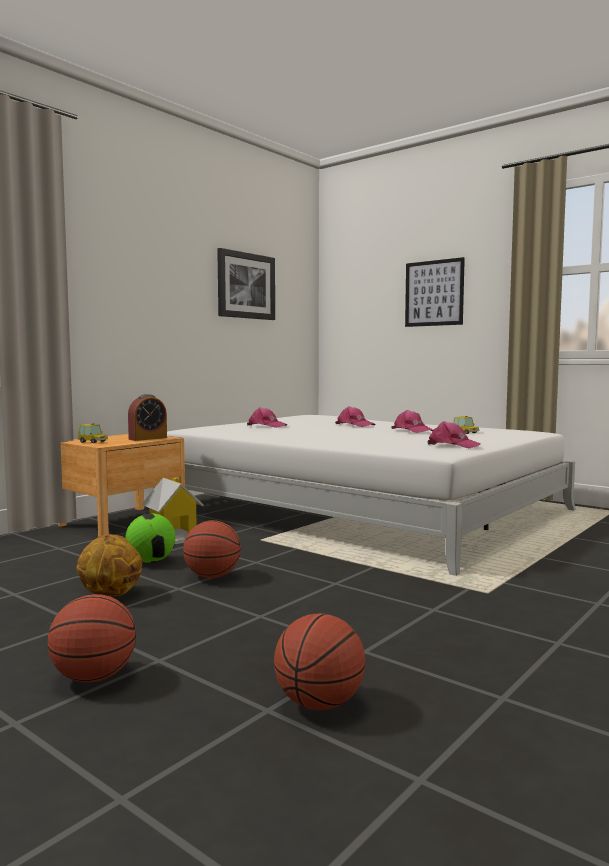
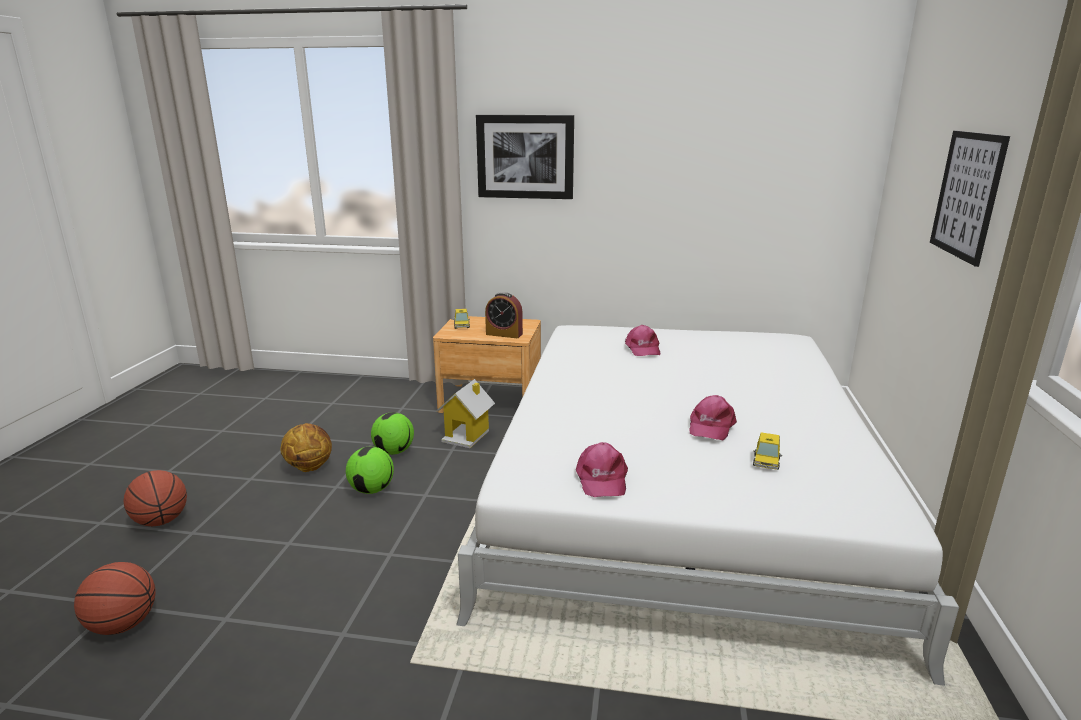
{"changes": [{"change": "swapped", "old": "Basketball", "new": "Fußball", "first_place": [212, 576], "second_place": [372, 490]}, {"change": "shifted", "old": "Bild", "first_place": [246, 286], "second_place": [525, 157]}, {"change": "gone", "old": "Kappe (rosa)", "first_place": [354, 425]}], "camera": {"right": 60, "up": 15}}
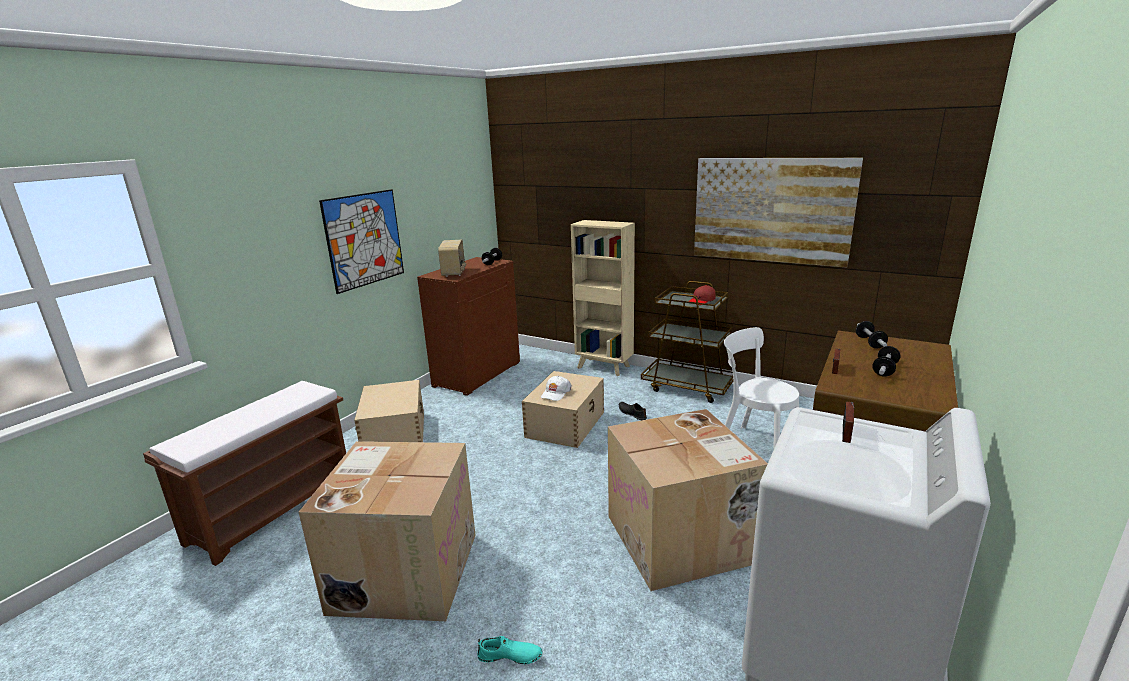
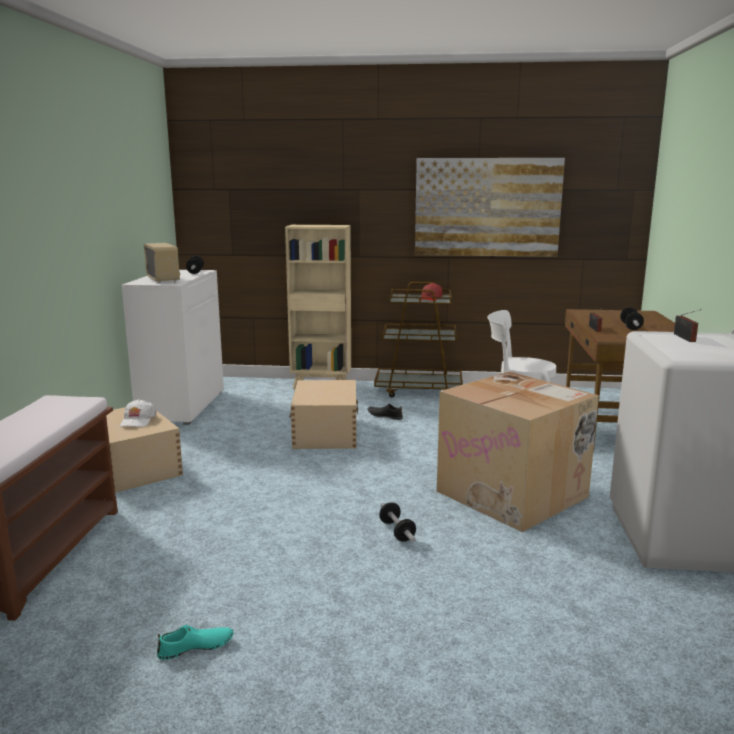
{"changes": [{"change": "gone", "old": "Karton", "first_place": [404, 570]}, {"change": "gone", "old": "Bild", "first_place": [364, 239]}, {"change": "repainted", "old": "Schrank (braun)", "new": "Schrank (weiß)", "first_place": [477, 374], "second_place": [181, 405]}, {"change": "shifted", "old": "Schuh (türkis)", "first_place": [510, 656], "second_place": [196, 647]}, {"change": "shifted", "old": "Kappe (weiß)", "first_place": [555, 393], "second_place": [138, 420]}, {"change": "shifted", "old": "Hantel", "first_place": [870, 342], "second_place": [397, 531]}], "camera": {"right": -25, "up": -5}}
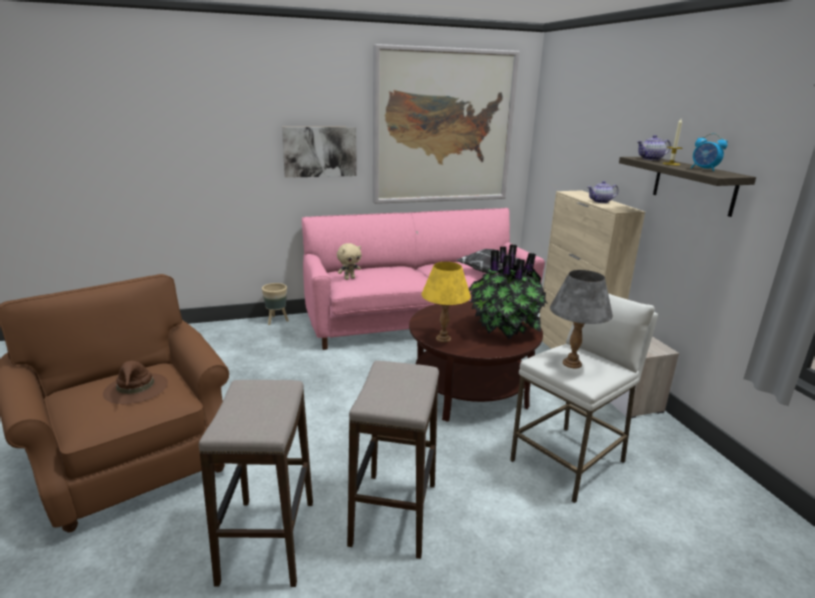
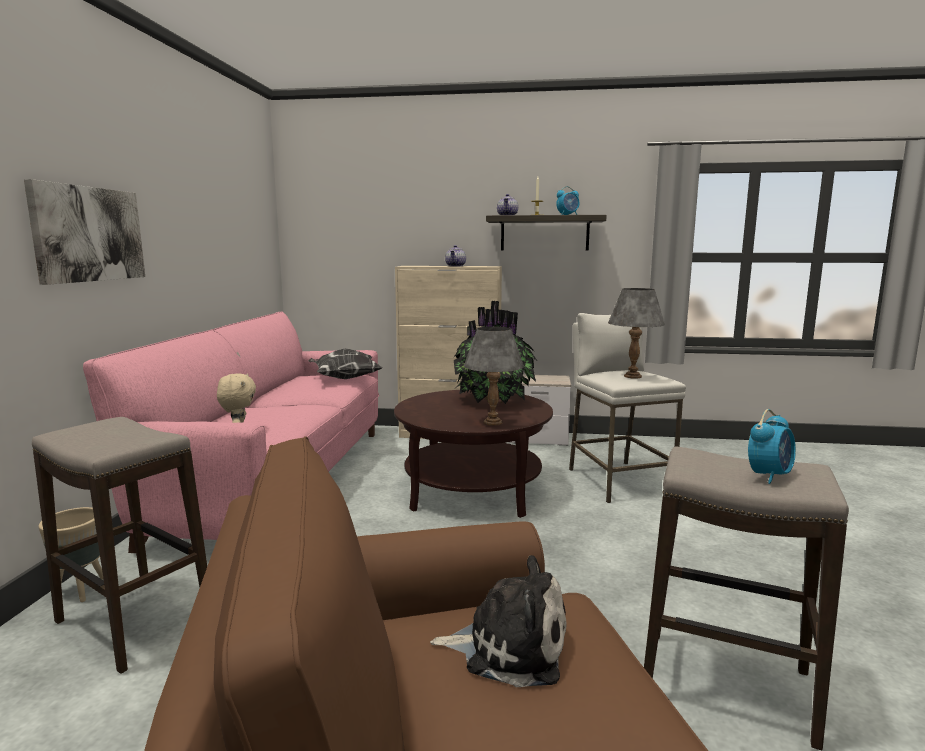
{"changes": [{"change": "swapped", "old": "Hut (braun)", "new": "Plüschtier", "first_place": [136, 388], "second_place": [509, 646]}, {"change": "shifted", "old": "Hocker", "first_place": [394, 513], "second_place": [135, 622]}, {"change": "gone", "old": "Bild", "first_place": [443, 127]}, {"change": "repainted", "old": "Tischlampe (gelb)", "new": "Tischlampe (grau)", "first_place": [443, 339], "second_place": [493, 422]}, {"change": "new", "new": "Wecker", "second_place": [769, 475]}], "camera": {"right": -65, "up": -10}}
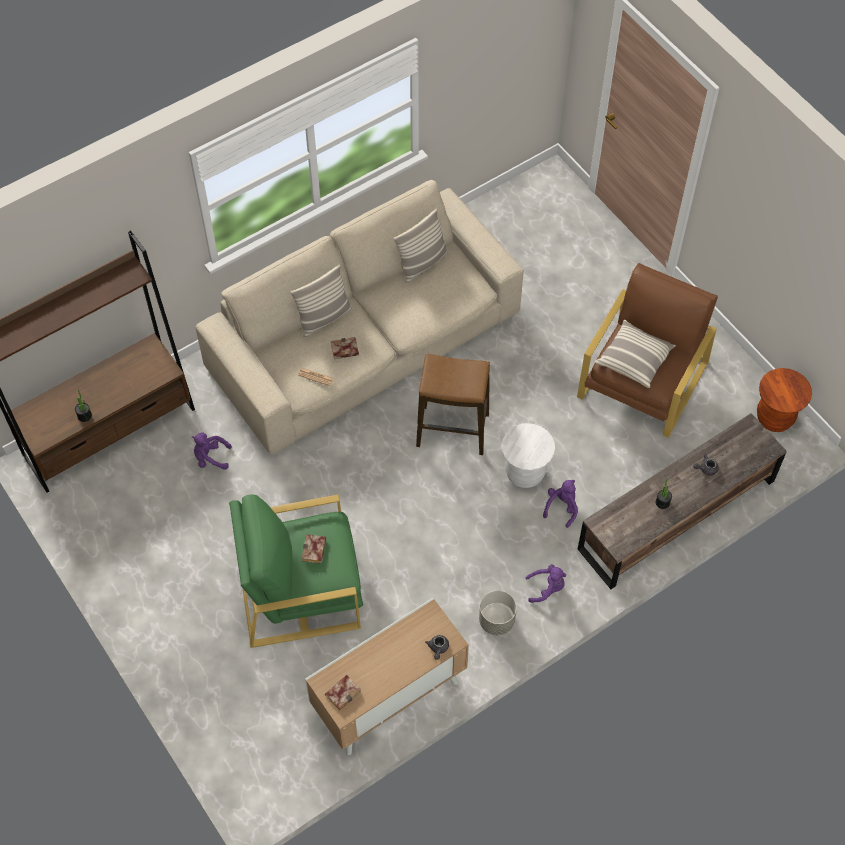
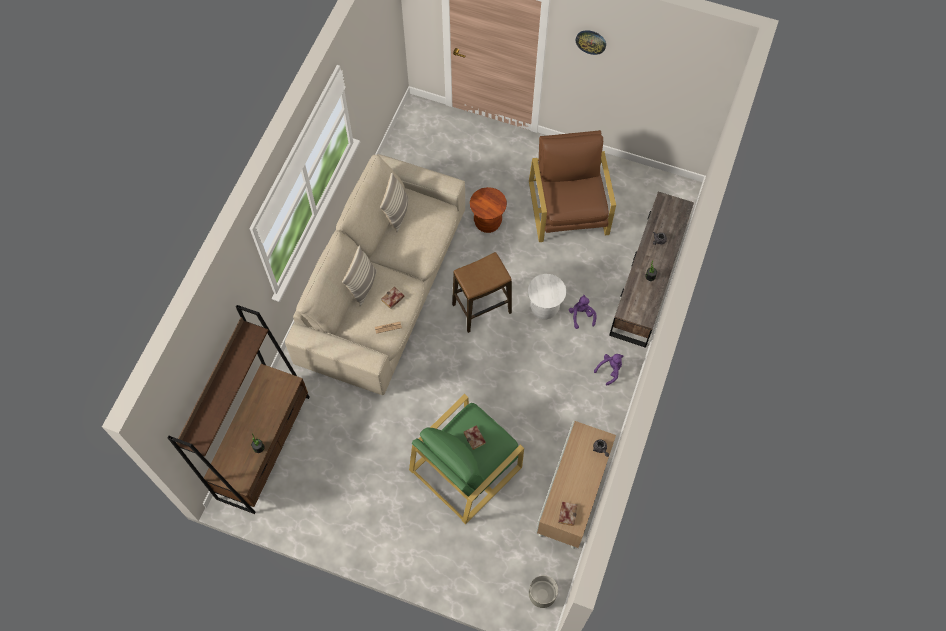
{"changes": [{"change": "gone", "old": "Plüschtier (lila)", "first_place": [211, 457]}, {"change": "shifted", "old": "Pflanzkübel (grau)", "first_place": [497, 620], "second_place": [542, 594]}, {"change": "gone", "old": "Kissen", "first_place": [634, 360]}, {"change": "shifted", "old": "Hocker (braun)", "first_place": [774, 418], "second_place": [487, 222]}, {"change": "new", "new": "Wanduhr", "second_place": [591, 41]}], "camera": {"right": -35, "up": 5}}
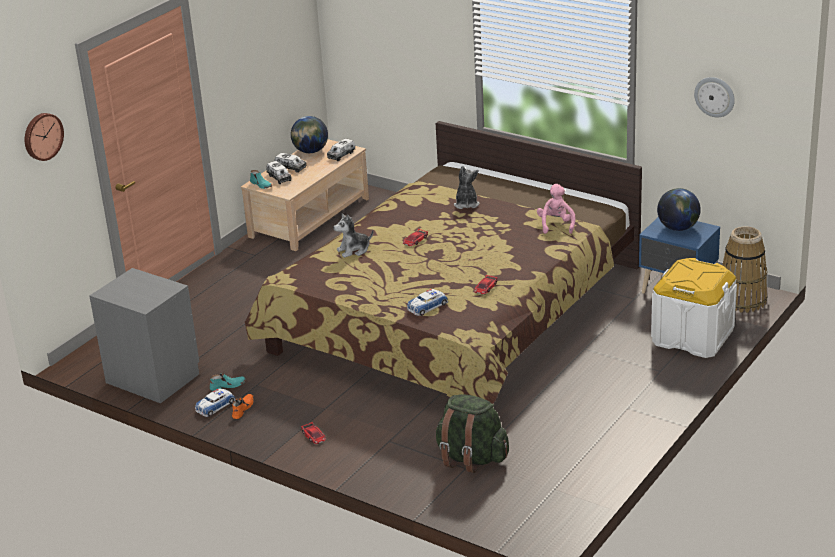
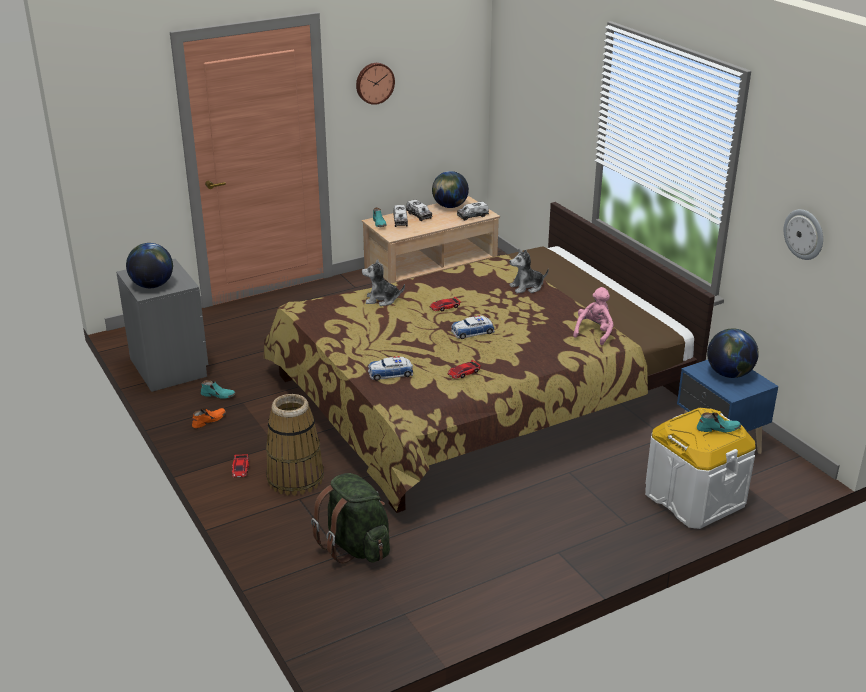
{"changes": [{"change": "shifted", "old": "Wanduhr", "first_place": [42, 136], "second_place": [374, 83]}, {"change": "shifted", "old": "Spielzeugauto", "first_place": [215, 406], "second_place": [472, 332]}, {"change": "rotated", "old": "Plüschtier", "first_place": [466, 204], "second_place": [527, 287], "degrees": -135}, {"change": "shifted", "old": "Korb", "first_place": [742, 300], "second_place": [295, 478]}, {"change": "new", "new": "Globus", "second_place": [152, 285]}, {"change": "new", "new": "Schuh (türkis)", "second_place": [718, 428]}], "camera": {"right": 25, "up": 0}}
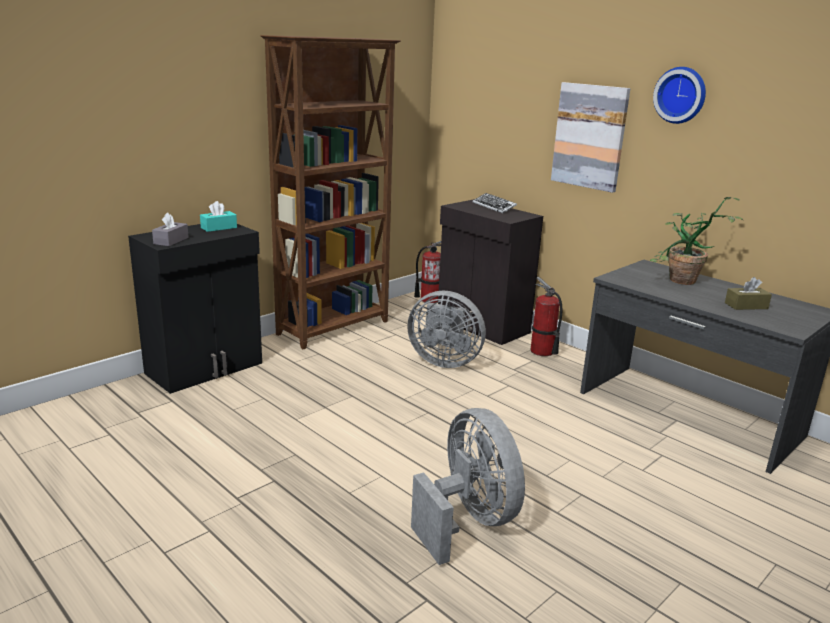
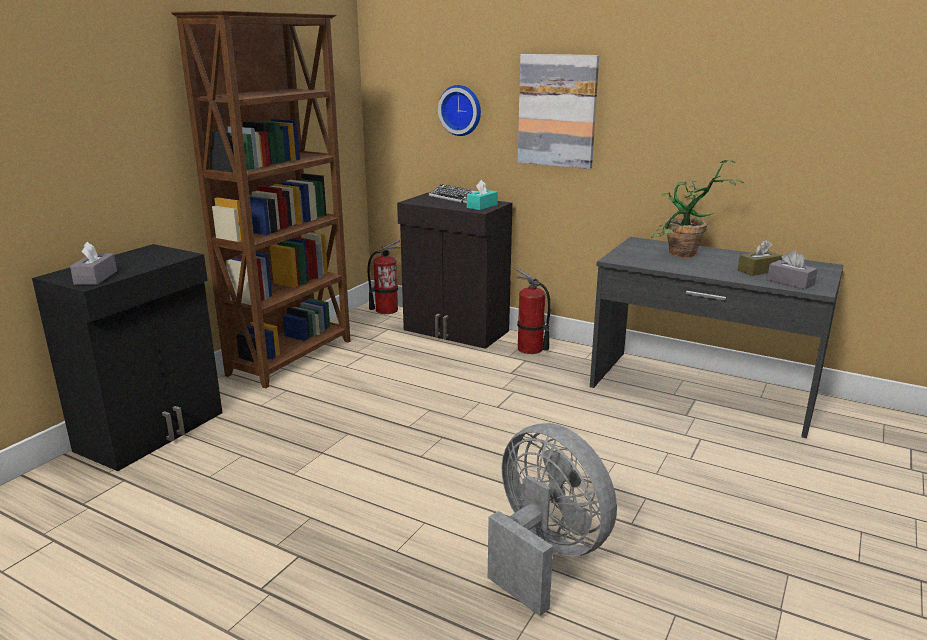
{"changes": [{"change": "shifted", "old": "Taschentuchbox (türkis)", "first_place": [219, 228], "second_place": [482, 206]}, {"change": "gone", "old": "Ventilator (grau)", "first_place": [444, 361]}, {"change": "shifted", "old": "Wanduhr", "first_place": [681, 95], "second_place": [461, 110]}, {"change": "new", "new": "Taschentuchbox (grau)", "second_place": [790, 282]}], "camera": {"right": -15, "up": 0}}
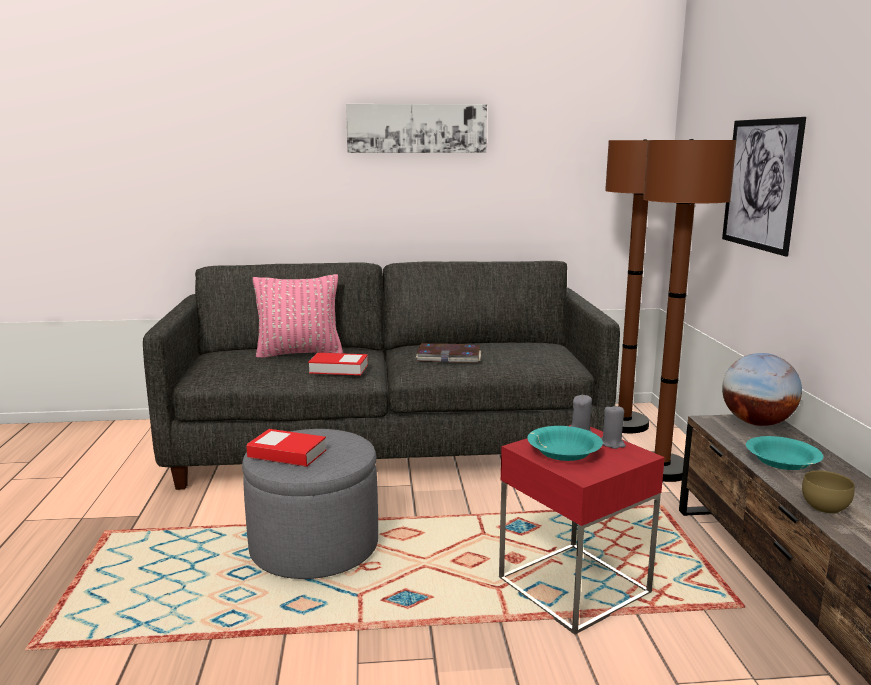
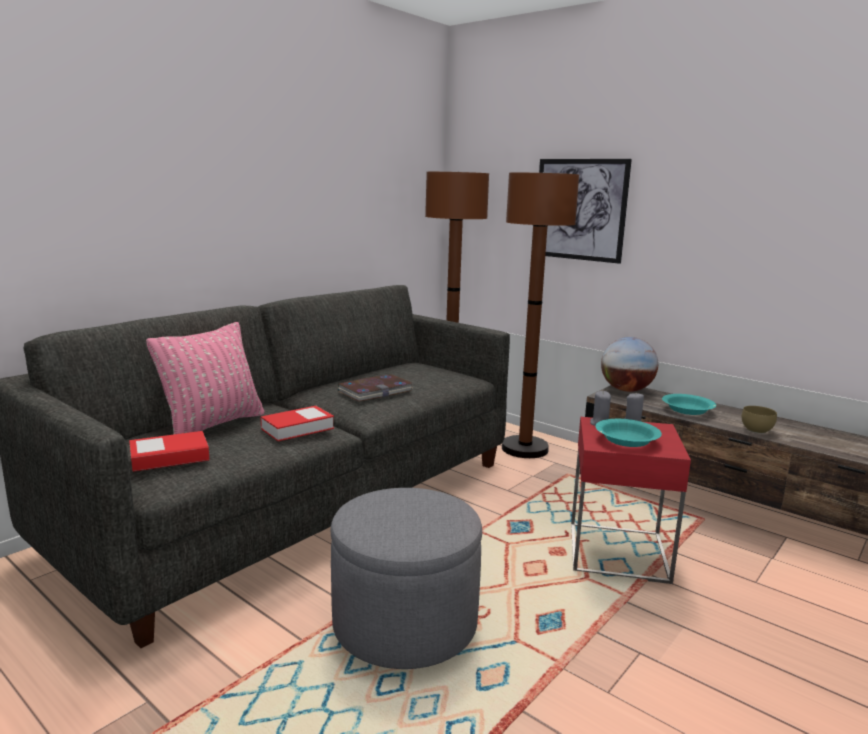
{"changes": [{"change": "shifted", "old": "Buch", "first_place": [287, 454], "second_place": [169, 457]}, {"change": "gone", "old": "Bild", "first_place": [416, 128]}], "camera": {"right": -45, "up": 0}}
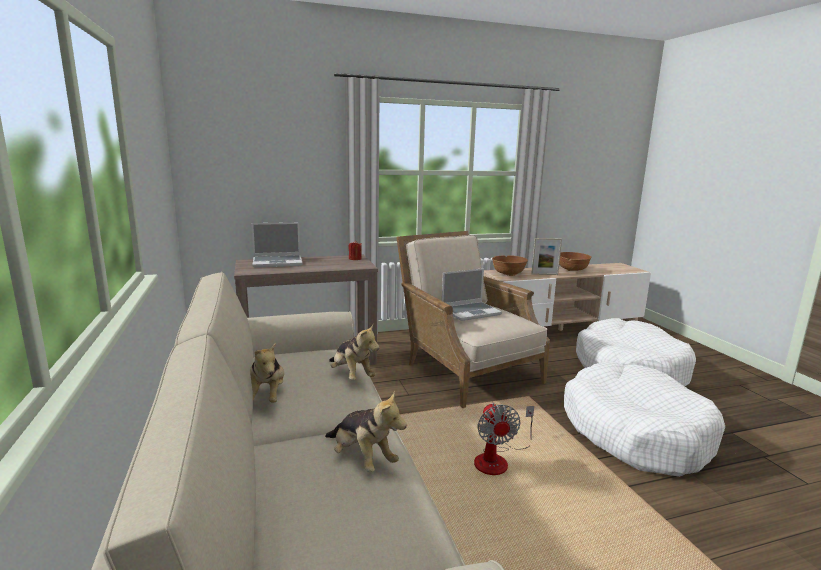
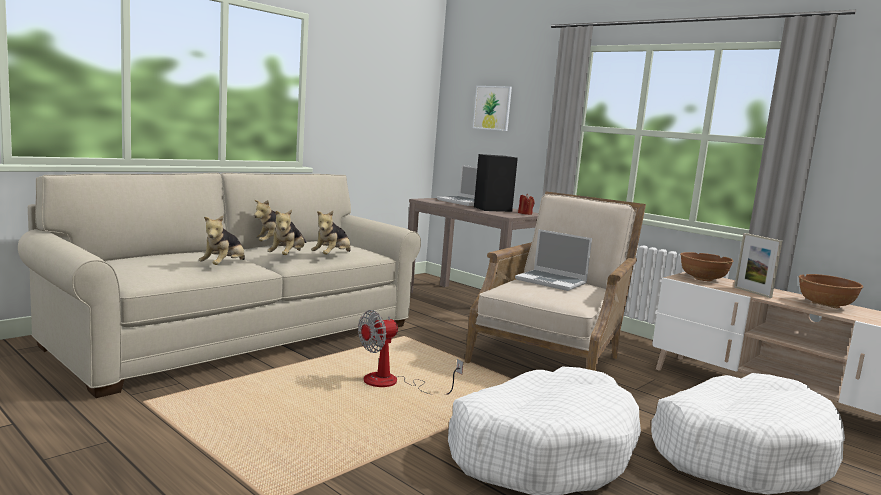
{"changes": [{"change": "new", "new": "Plüschtier", "second_place": [287, 256]}, {"change": "new", "new": "Bild", "second_place": [492, 108]}, {"change": "new", "new": "Lautsprecher (schwarz)", "second_place": [493, 209]}], "camera": {"right": 60, "up": -5}}
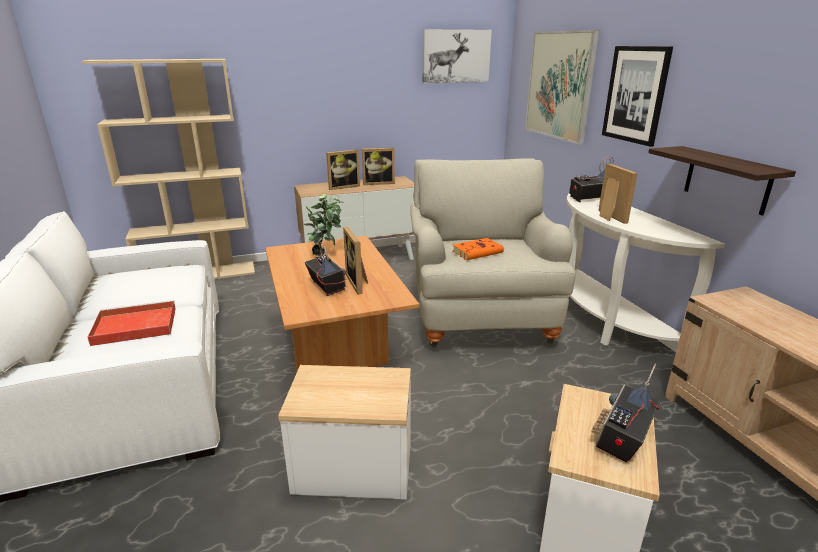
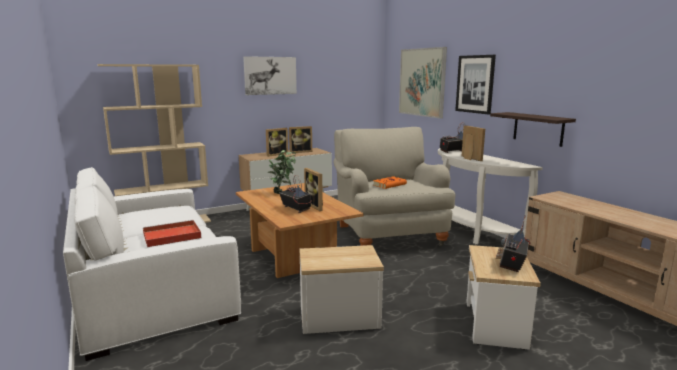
{"changes": [{"change": "shifted", "old": "Bild", "first_place": [455, 56], "second_place": [270, 75]}], "camera": {"right": -10, "up": -10}}
